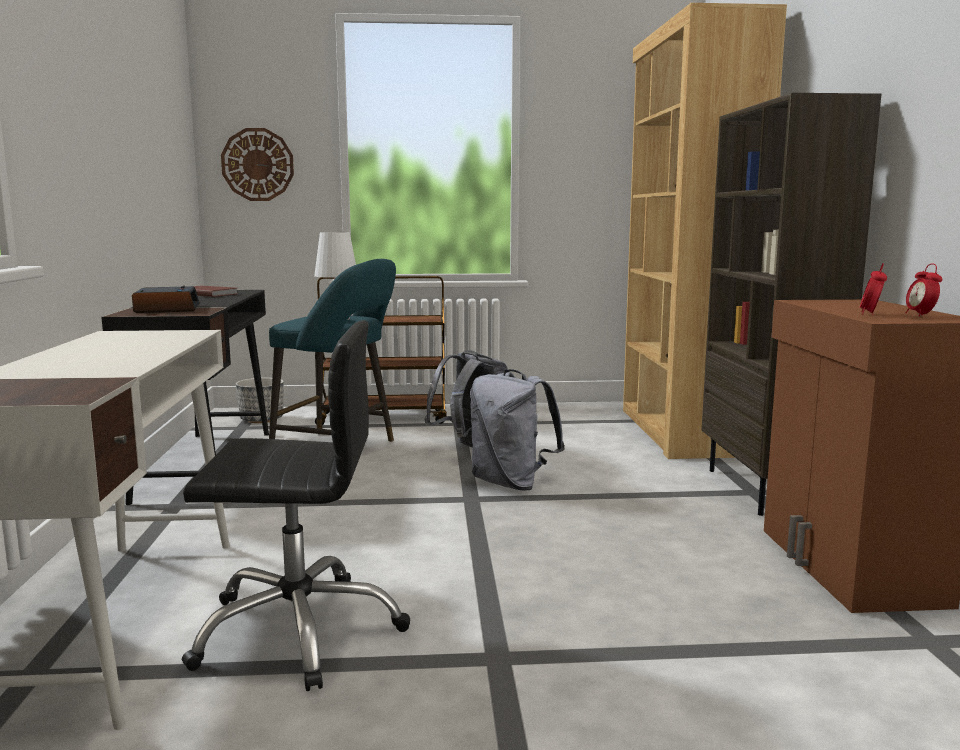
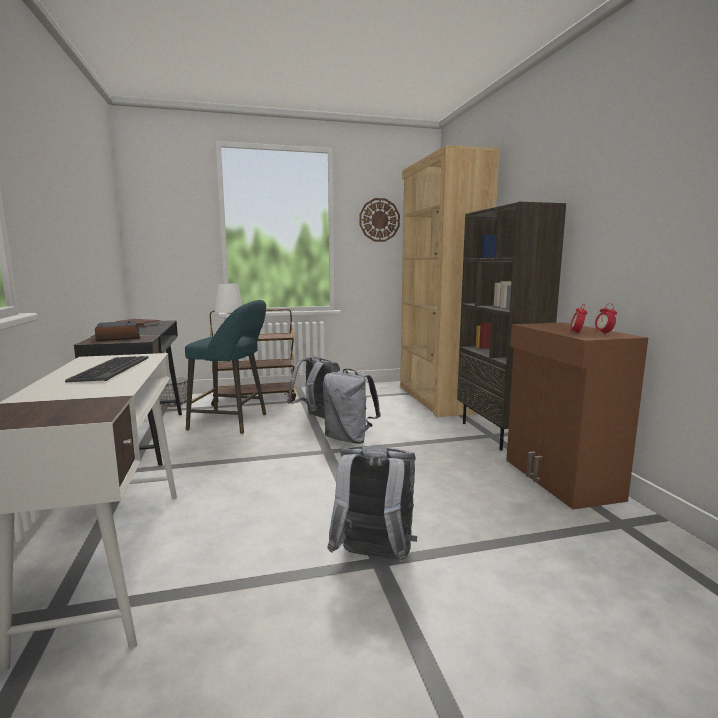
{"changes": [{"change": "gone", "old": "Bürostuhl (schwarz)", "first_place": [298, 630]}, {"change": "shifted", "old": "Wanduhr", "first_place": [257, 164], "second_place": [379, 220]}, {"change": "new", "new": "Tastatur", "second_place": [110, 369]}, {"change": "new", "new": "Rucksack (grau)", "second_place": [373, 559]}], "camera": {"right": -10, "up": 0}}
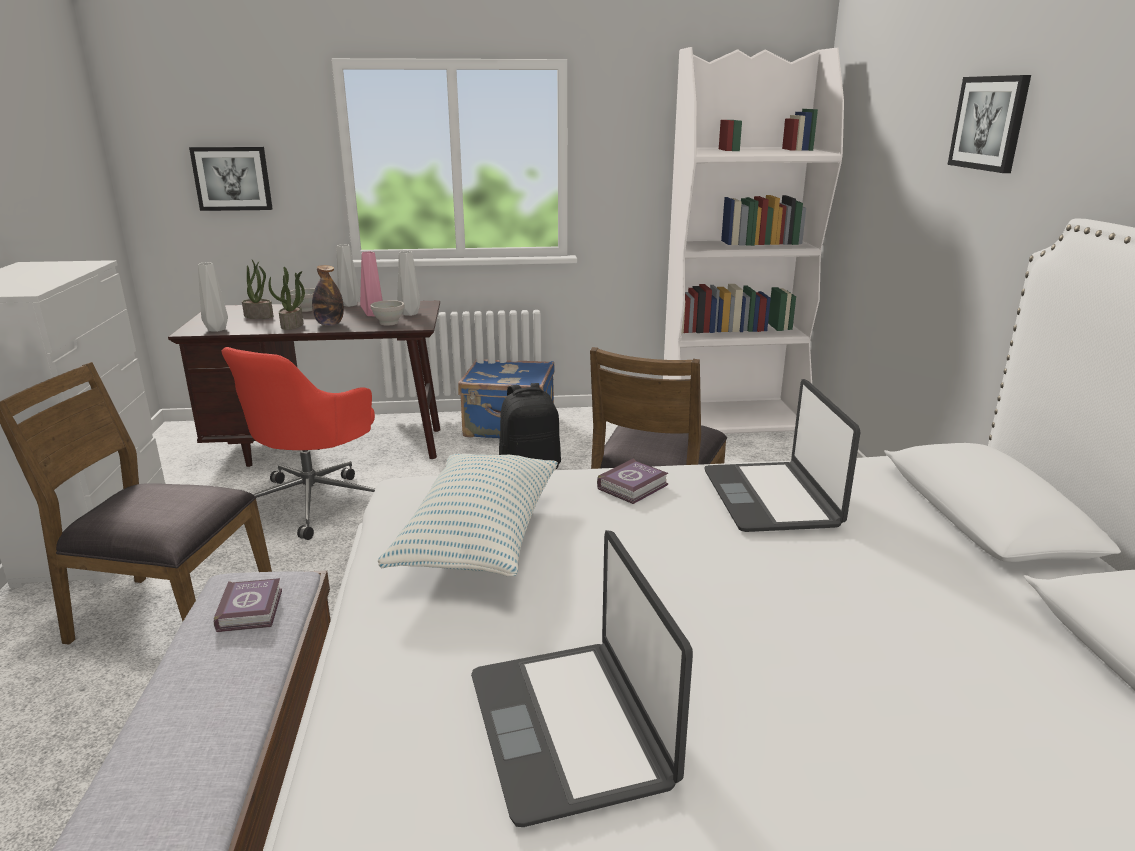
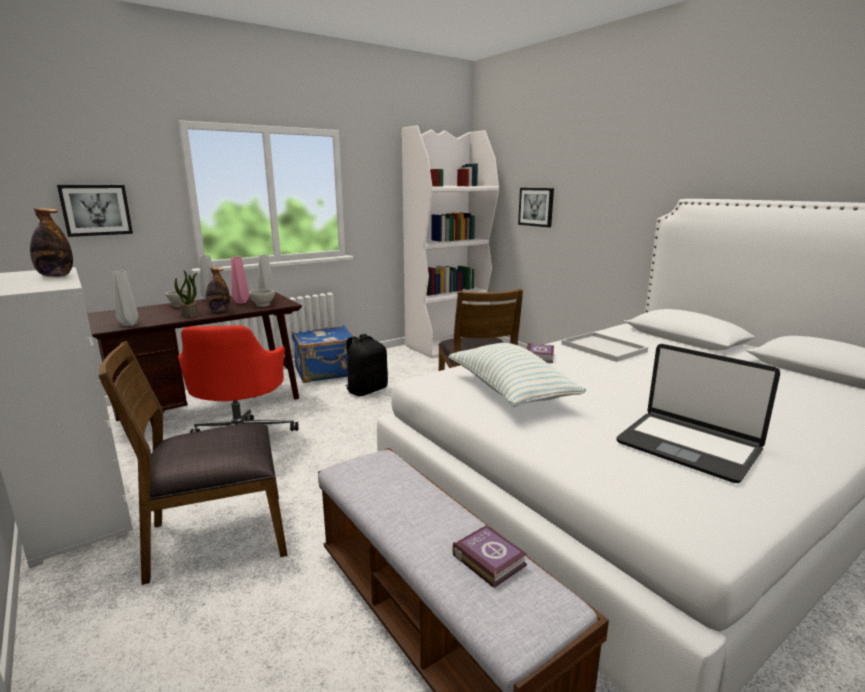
{"changes": [{"change": "shifted", "old": "Buch", "first_place": [252, 609], "second_place": [488, 558]}, {"change": "gone", "old": "Topfpflanze", "first_place": [259, 316]}, {"change": "swapped", "old": "Laptop", "new": "Tablett (weiß)", "first_place": [772, 498], "second_place": [605, 348]}, {"change": "shifted", "old": "Bild", "first_place": [989, 123], "second_place": [536, 207]}, {"change": "new", "new": "Flasche", "second_place": [56, 276]}], "camera": {"right": -30, "up": -5}}
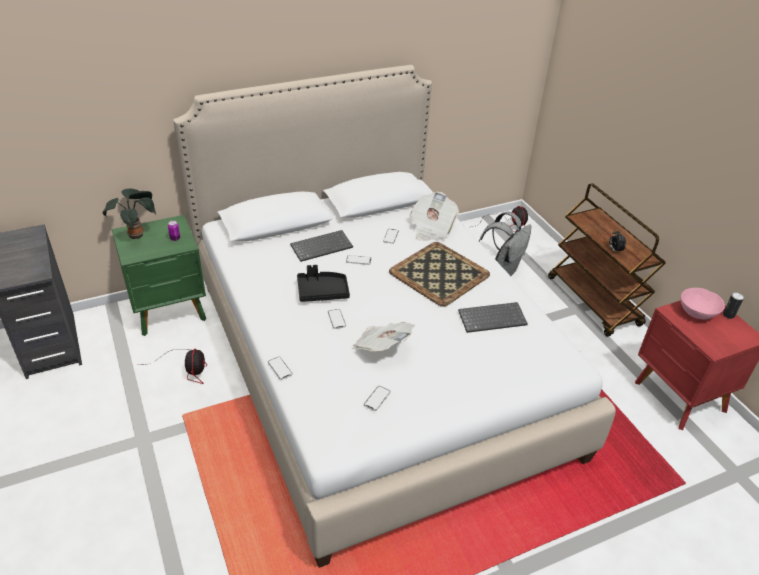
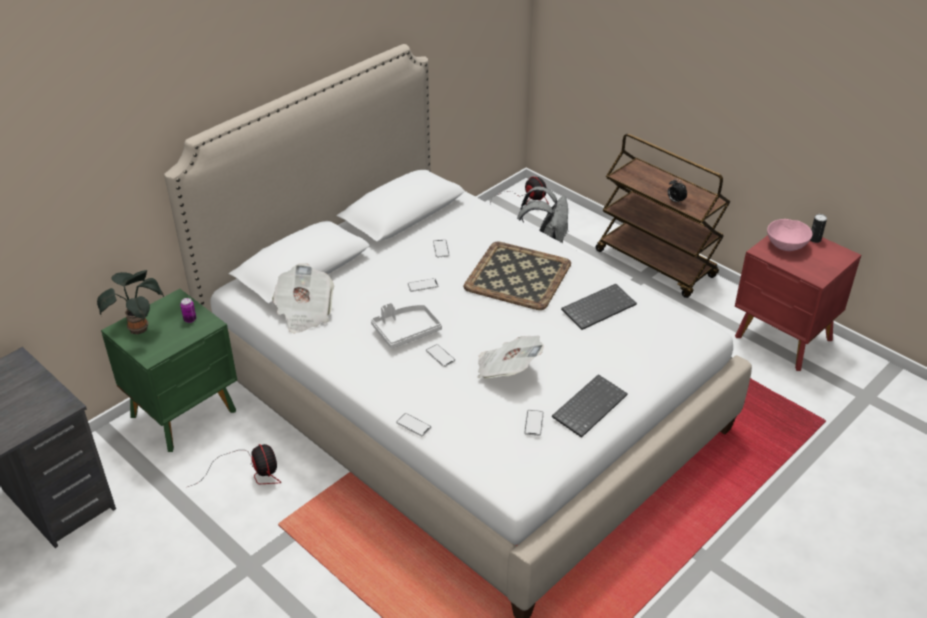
{"changes": [{"change": "shifted", "old": "Tastatur", "first_place": [322, 246], "second_place": [589, 406]}, {"change": "repainted", "old": "Tablett (schwarz)", "new": "Tablett (weiß)", "first_place": [322, 292], "second_place": [406, 331]}, {"change": "shifted", "old": "Zeitung", "first_place": [431, 228], "second_place": [304, 312]}], "camera": {"right": -20, "up": 0}}
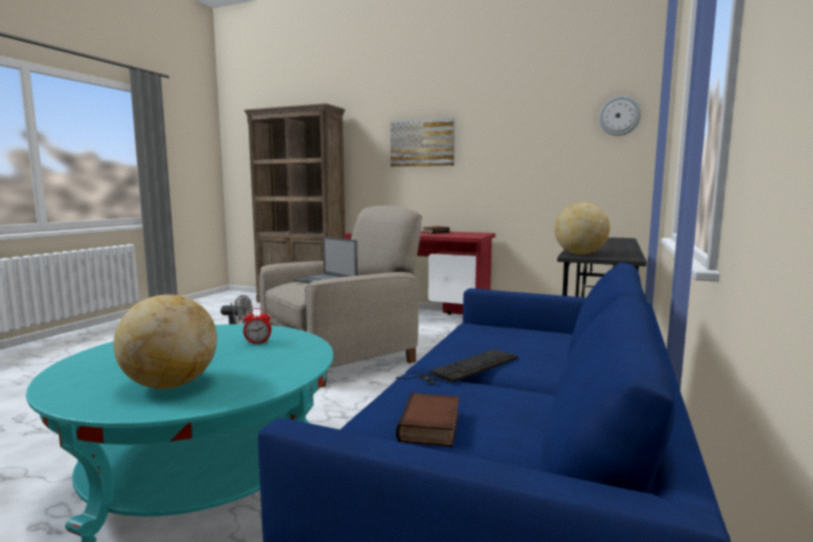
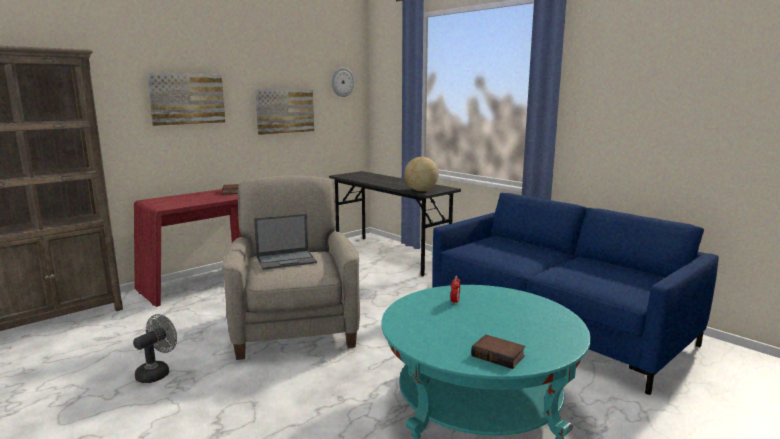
{"changes": [{"change": "gone", "old": "Globus", "first_place": [171, 385]}, {"change": "gone", "old": "Tastatur", "first_place": [465, 368]}, {"change": "shifted", "old": "Buch", "first_place": [432, 427], "second_place": [499, 355]}, {"change": "new", "new": "Bild", "second_place": [284, 111]}], "camera": {"right": -65, "up": 5}}
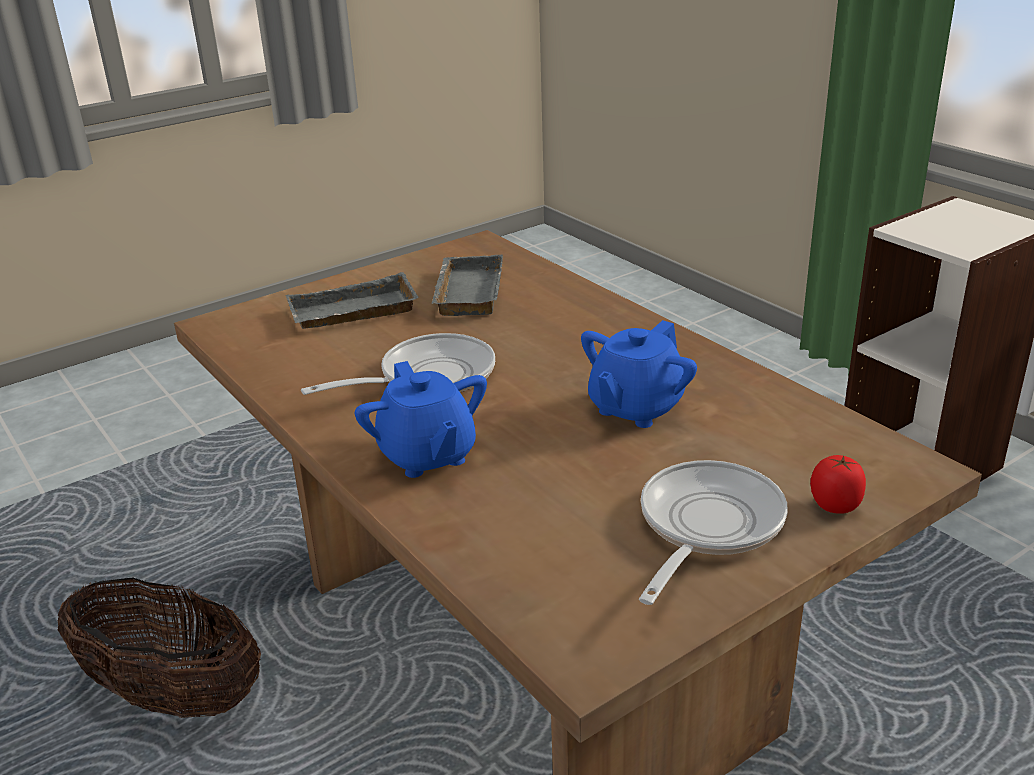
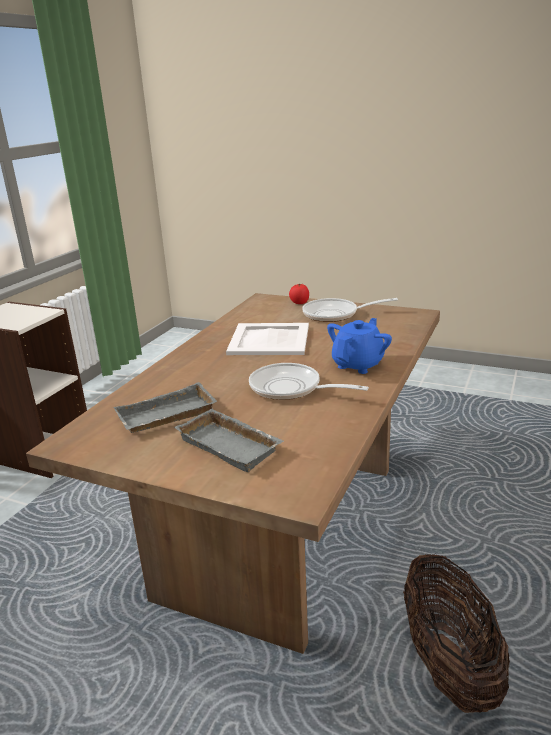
{"changes": [{"change": "swapped", "old": "Teekanne (blau)", "new": "Tablett (weiß)", "first_place": [635, 408], "second_place": [268, 340]}], "camera": {"right": -120, "up": -5}}
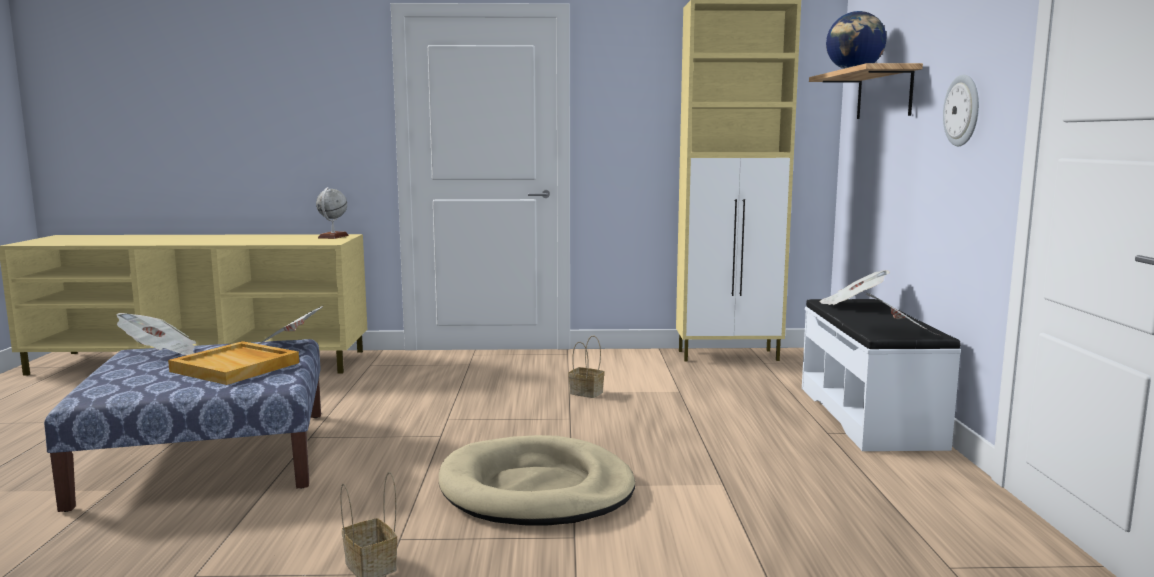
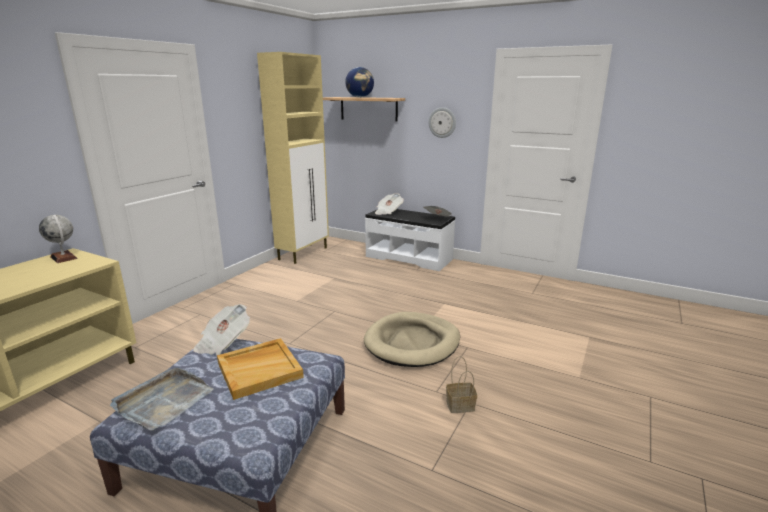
{"changes": [{"change": "swapped", "old": "Zeitung", "new": "Tablett (grau)", "first_place": [160, 353], "second_place": [163, 401]}, {"change": "gone", "old": "Korb", "first_place": [587, 393]}], "camera": {"right": -60, "up": 10}}
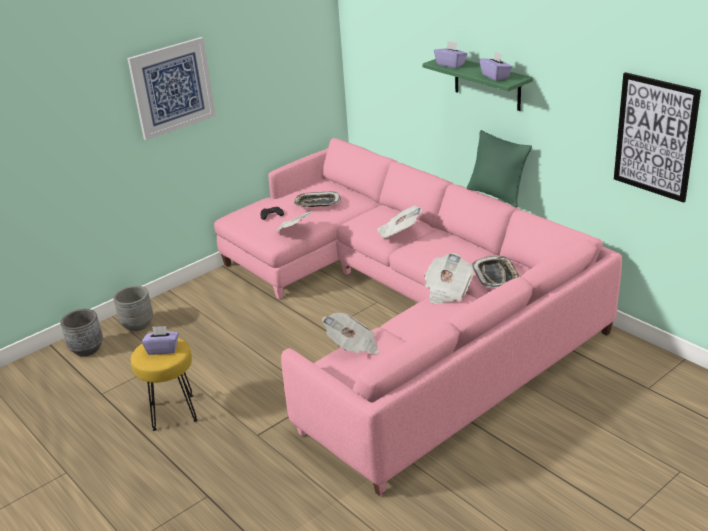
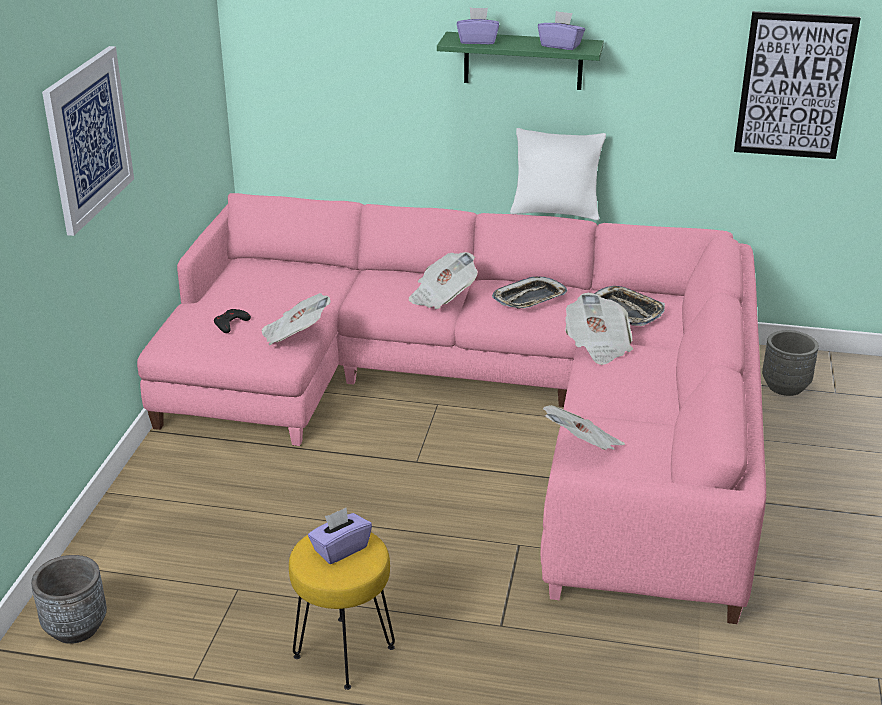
{"changes": [{"change": "shifted", "old": "Pflanzkübel (grau)", "first_place": [137, 324], "second_place": [785, 386]}, {"change": "shifted", "old": "Tablett", "first_place": [317, 203], "second_place": [529, 299]}, {"change": "repainted", "old": "Kissen (grün)", "new": "Kissen (weiß)", "first_place": [496, 195], "second_place": [555, 212]}], "camera": {"right": -40, "up": 0}}
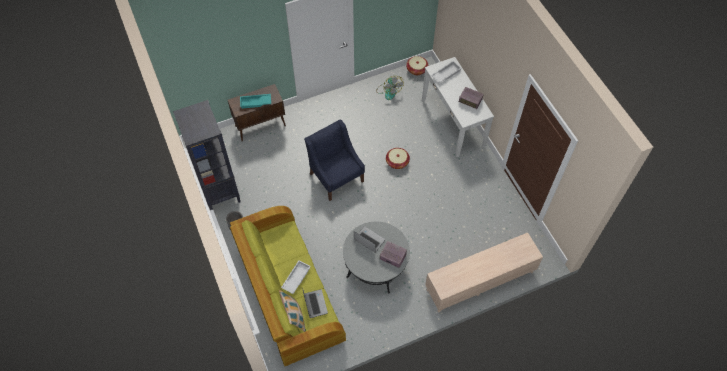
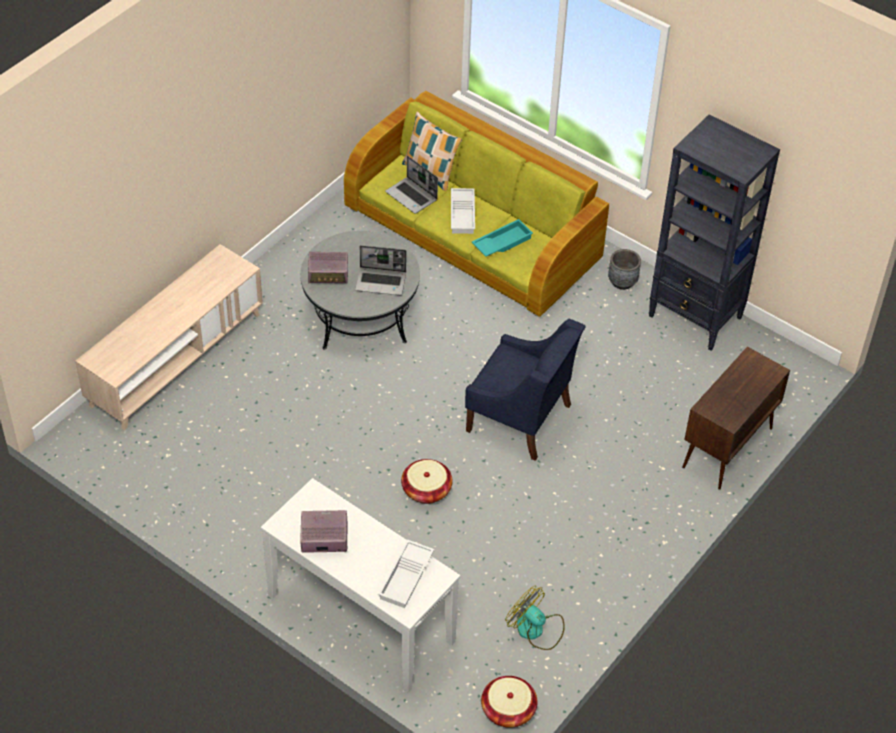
{"changes": [{"change": "shifted", "old": "Tablett (türkis)", "first_place": [255, 103], "second_place": [502, 242]}], "camera": {"right": 150, "up": -10}}
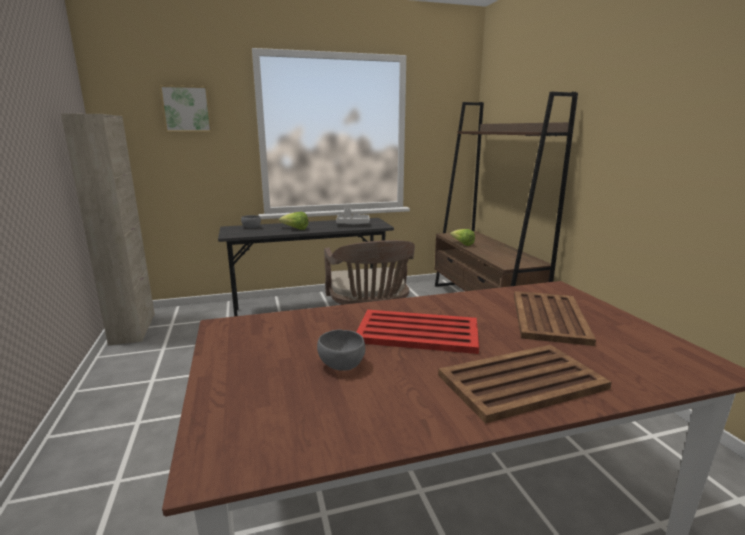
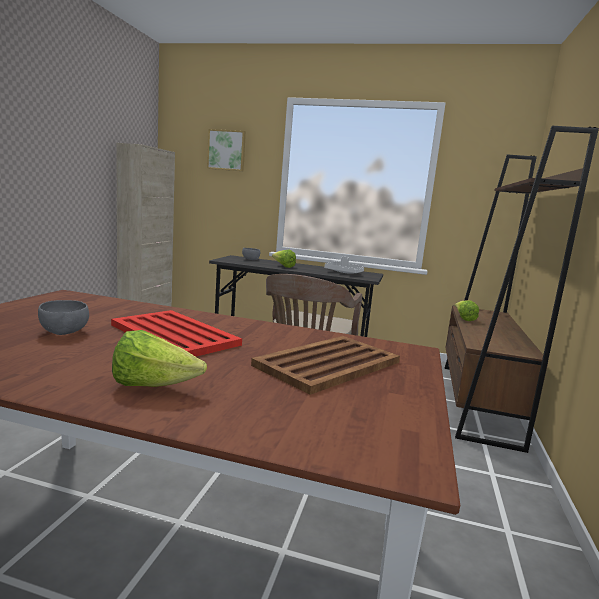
{"changes": [{"change": "swapped", "old": "Tablett (braun)", "new": "Salatkopf", "first_place": [520, 382], "second_place": [153, 386]}], "camera": {"right": 30, "up": -5}}
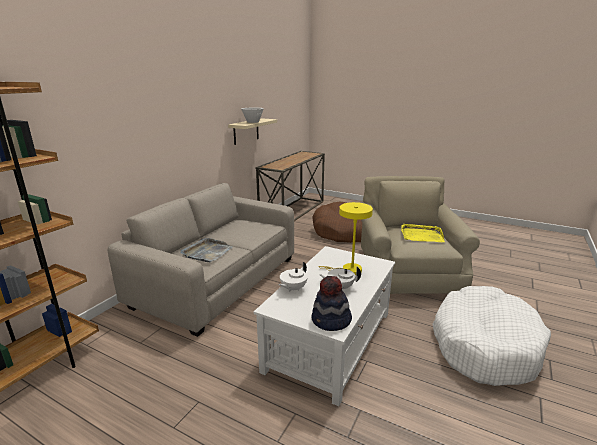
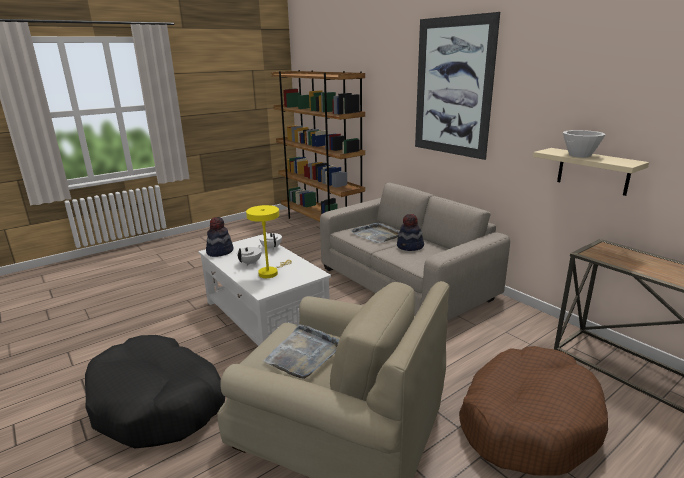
{"changes": [{"change": "repainted", "old": "Tablett (gelb)", "new": "Tablett (grau)", "first_place": [421, 235], "second_place": [304, 354]}, {"change": "repainted", "old": "Hundebett (weiß)", "new": "Hundebett (schwarz)", "first_place": [484, 345], "second_place": [158, 403]}, {"change": "new", "new": "Hut", "second_place": [410, 247]}, {"change": "new", "new": "Bild", "second_place": [452, 87]}], "camera": {"right": 115, "up": 0}}
